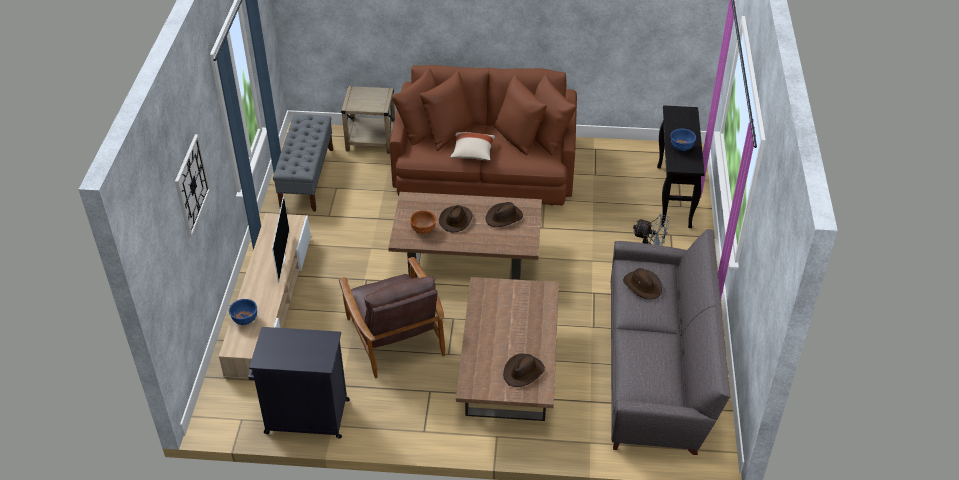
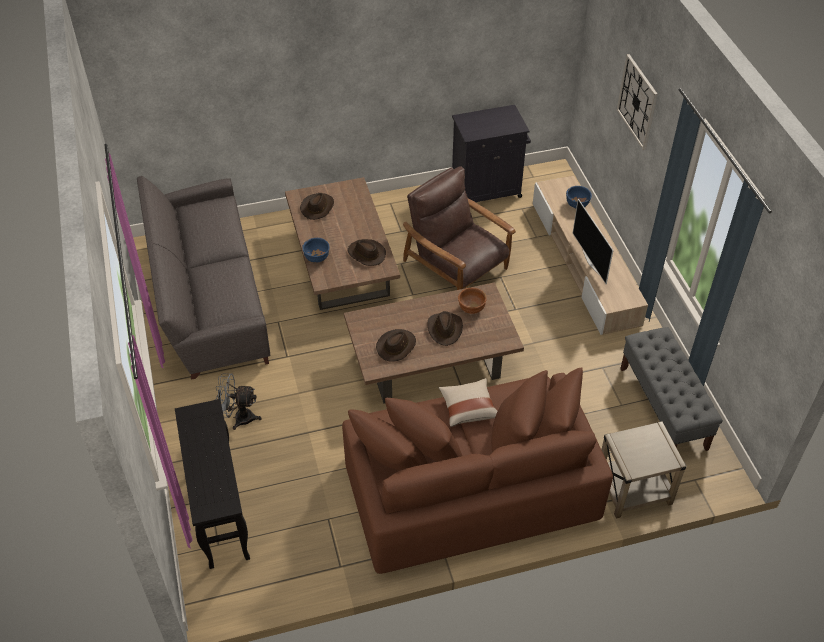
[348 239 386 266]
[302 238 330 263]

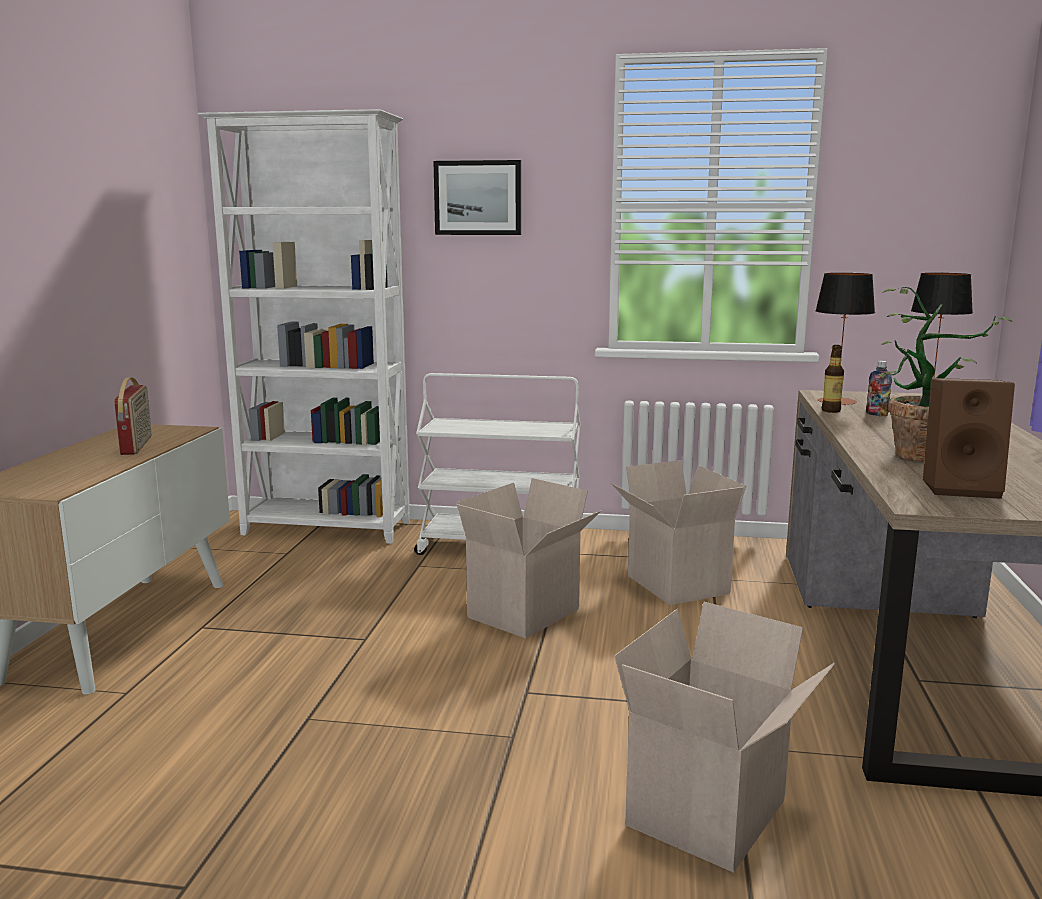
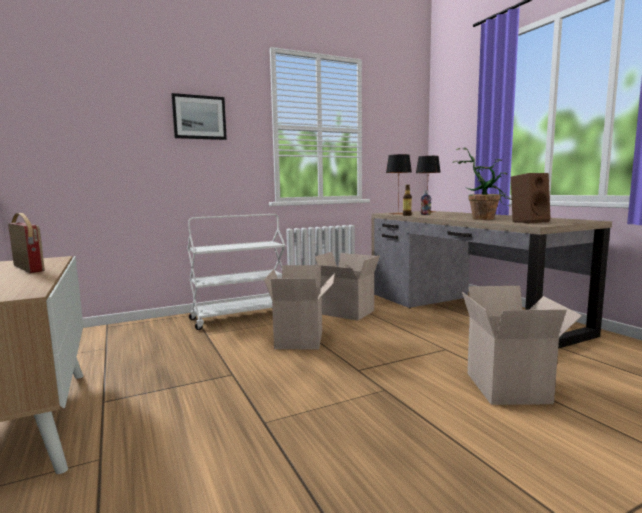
[198 109 410 544] (first image)

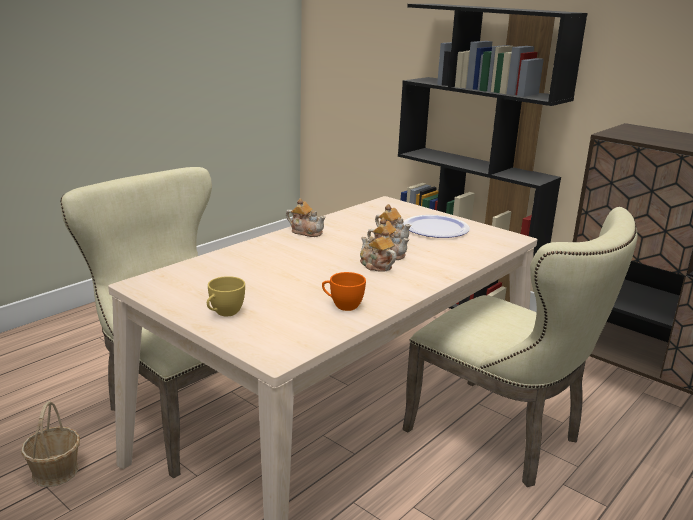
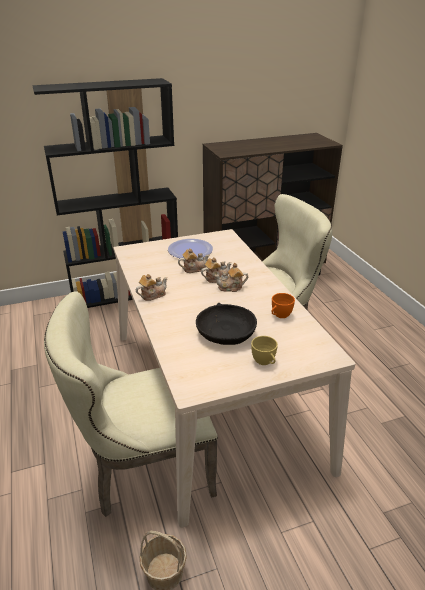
[196 303 257 345]

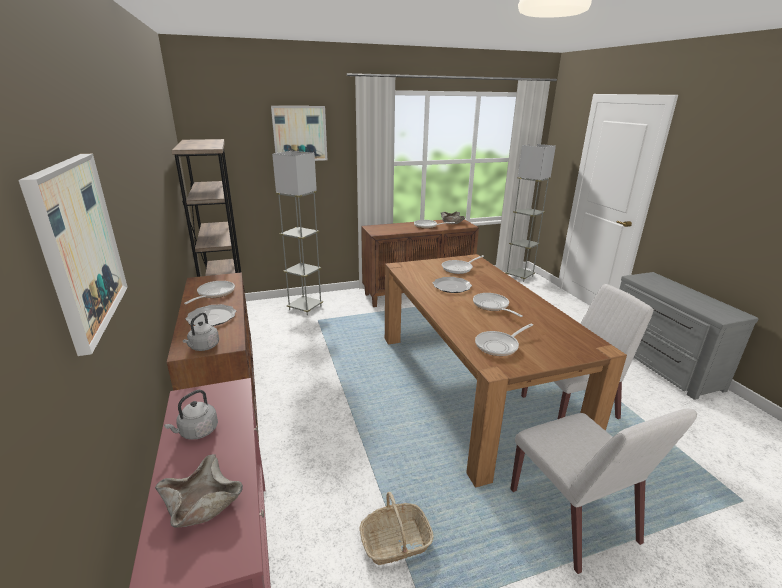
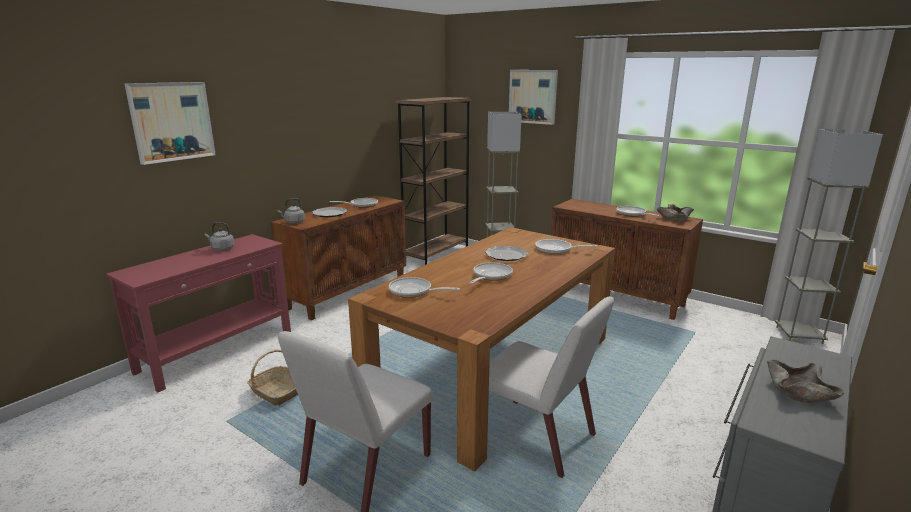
[767 359 844 403]

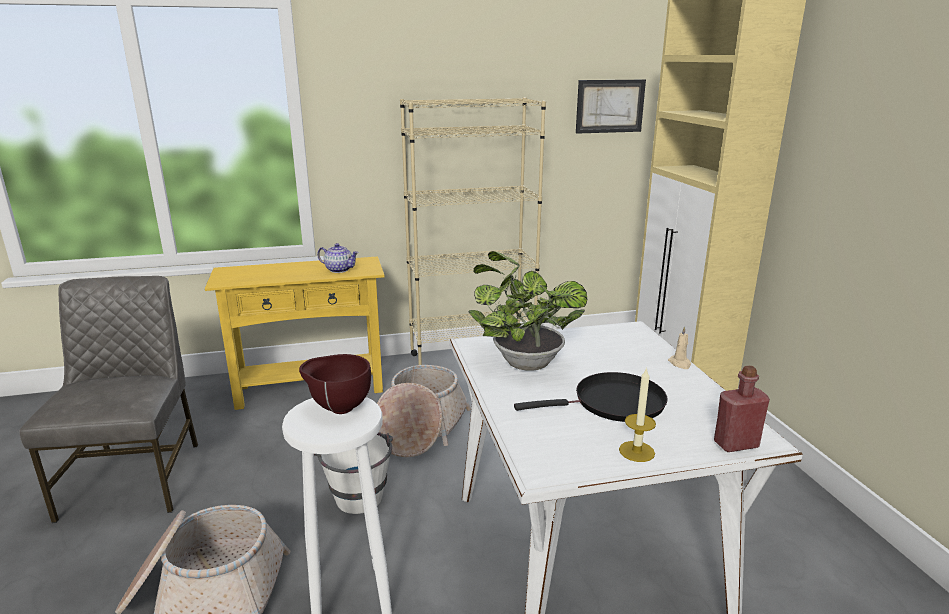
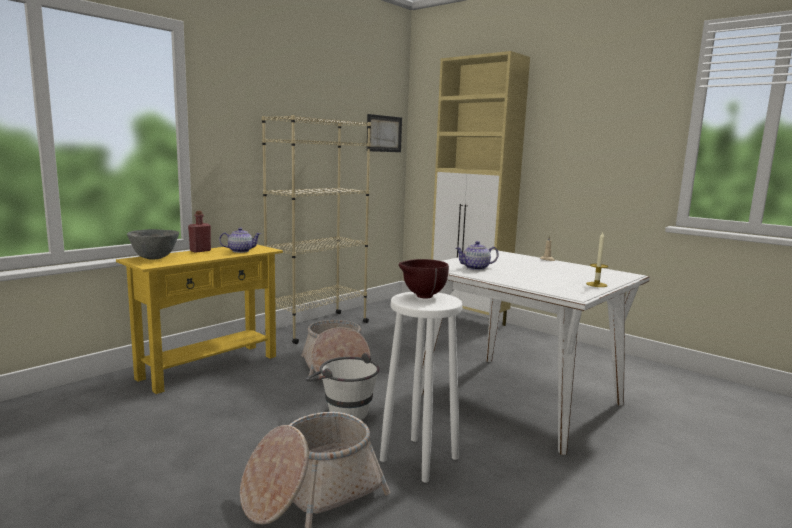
[19 276 198 523] (first image)
[514 372 668 422] (first image)
[127 229 179 260]
[188 211 211 253]
[455 241 499 270]

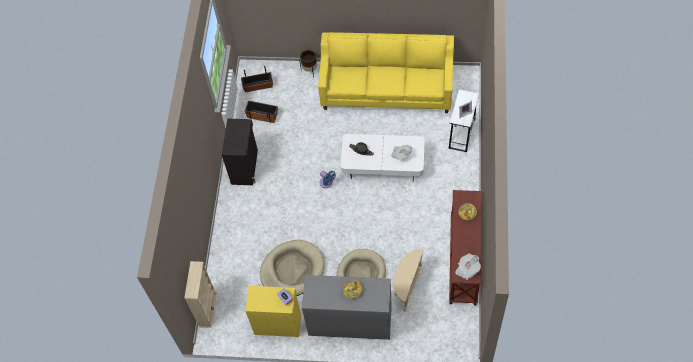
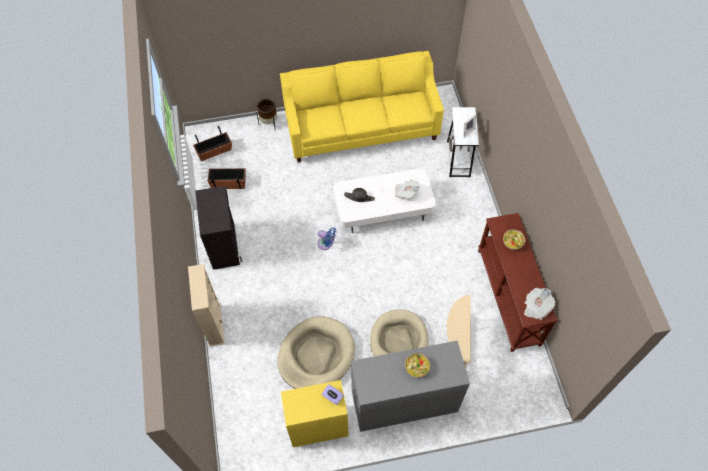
[188 264 225 347]

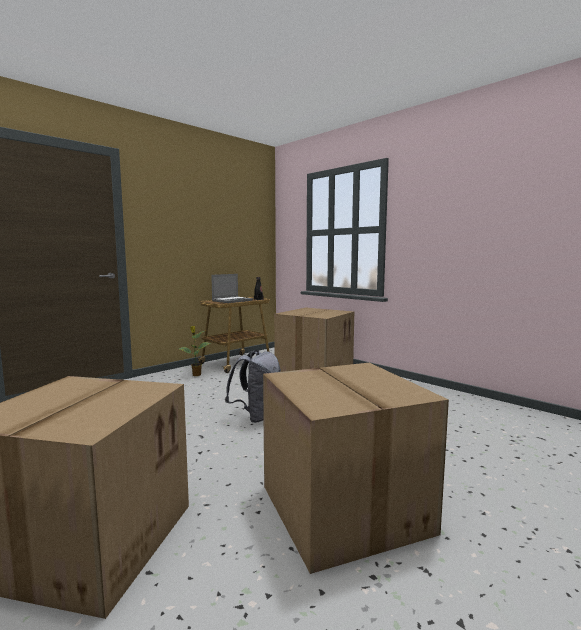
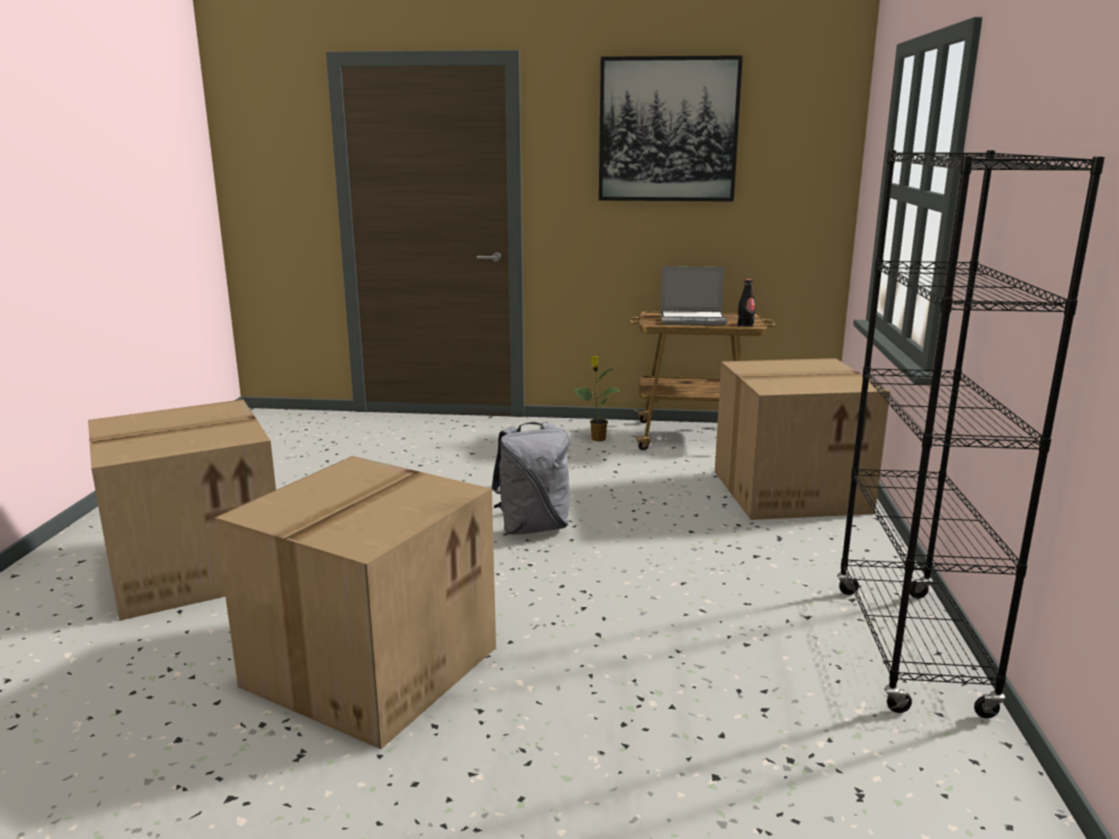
[599 55 743 202]
[837 150 1105 718]

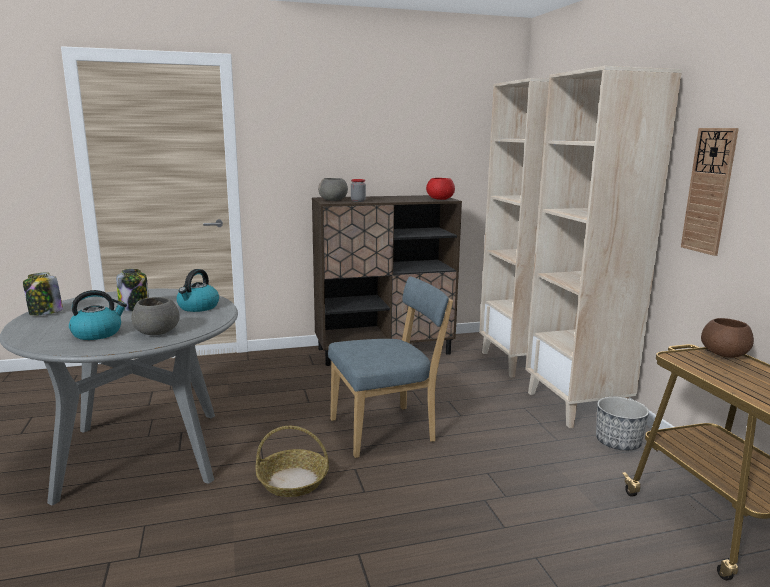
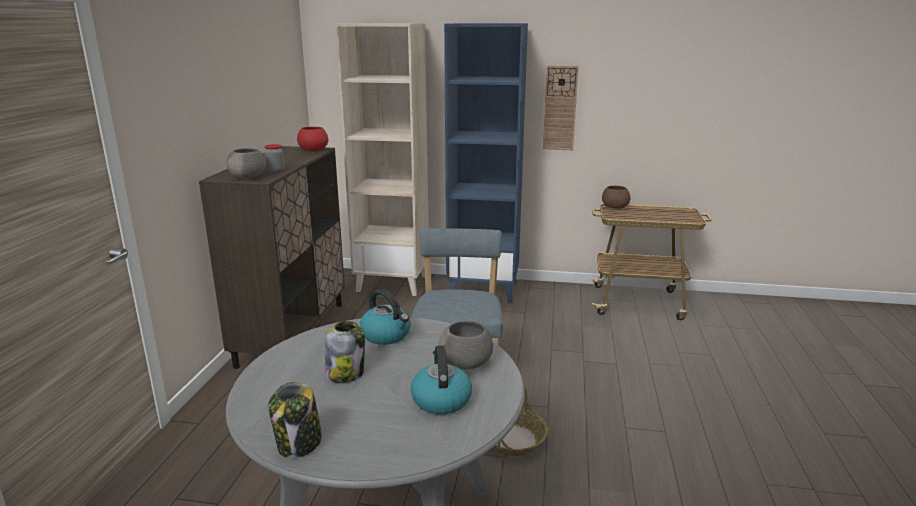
[596 397 649 451] (first image)
[444 23 528 303]

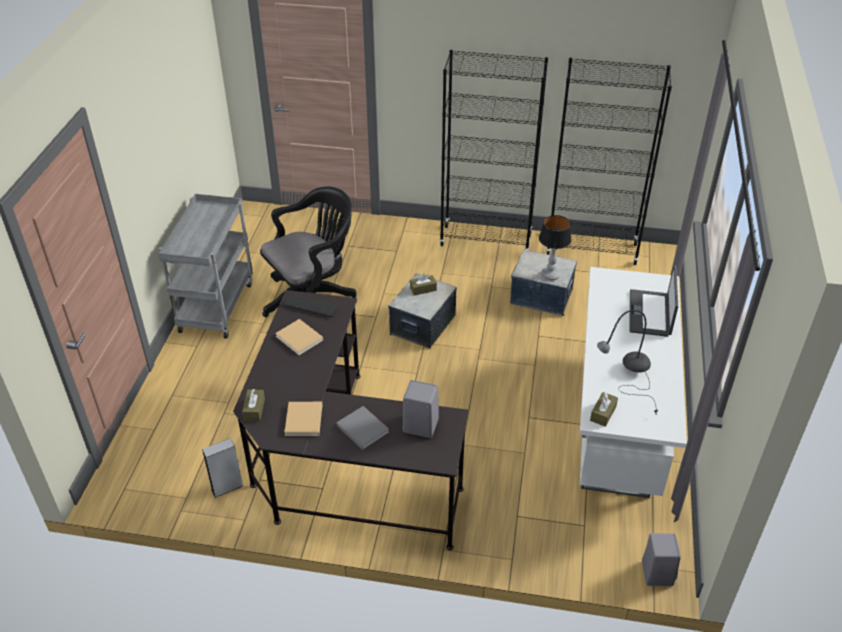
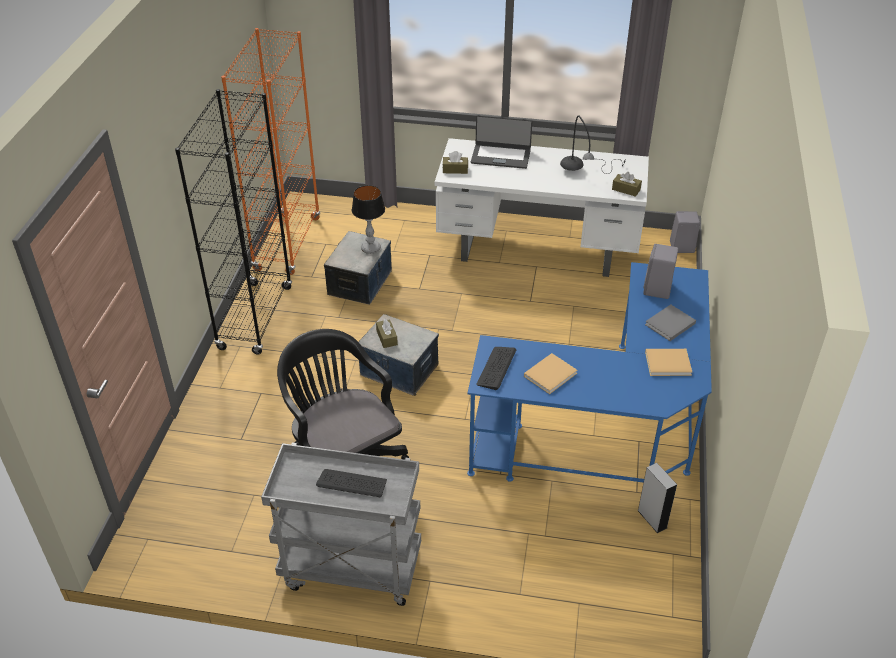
[316 469 387 497]
[443 151 468 174]
[467 262 712 483]
[221 28 320 275]

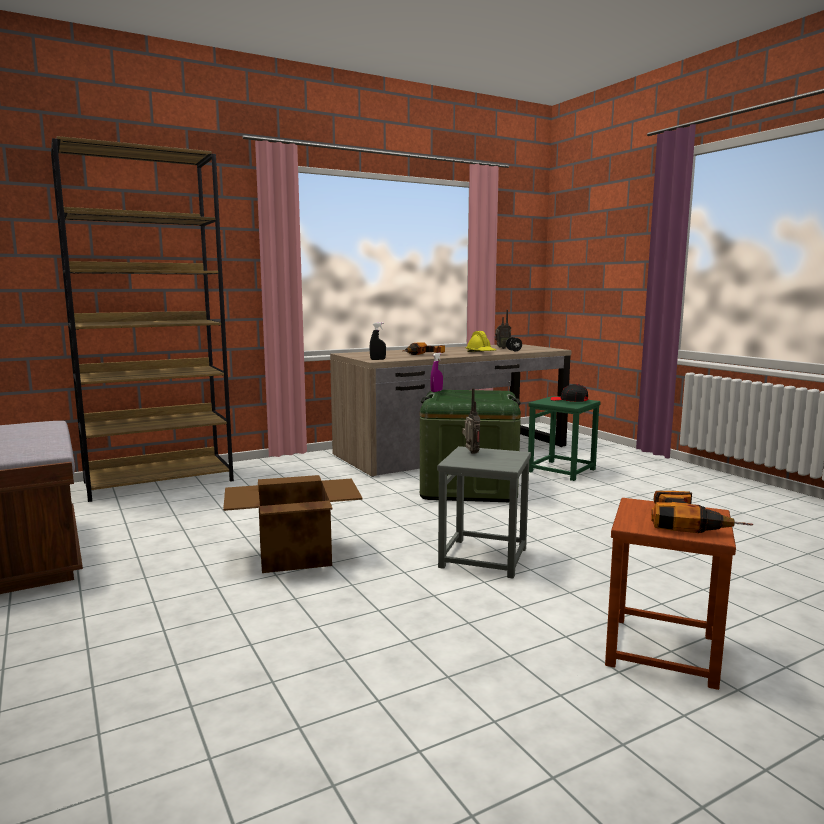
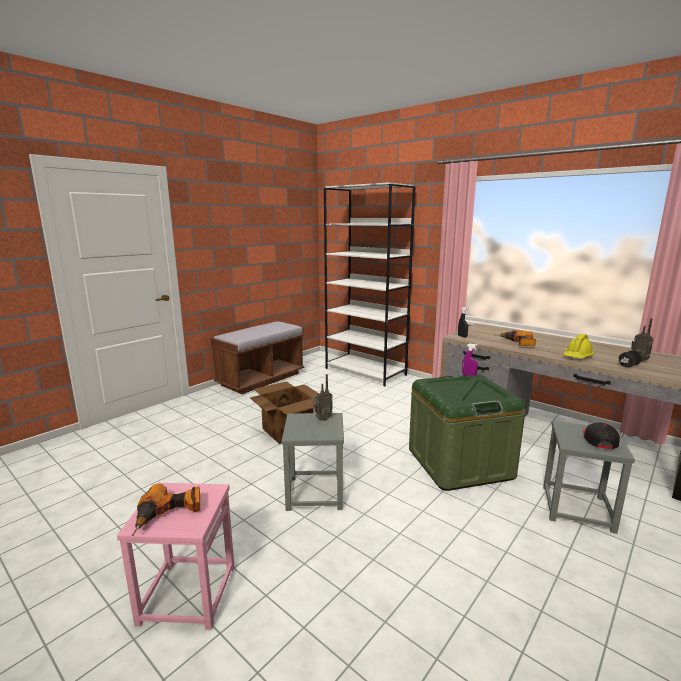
[324 182 416 386]
[543 421 635 534]
[117 483 234 630]

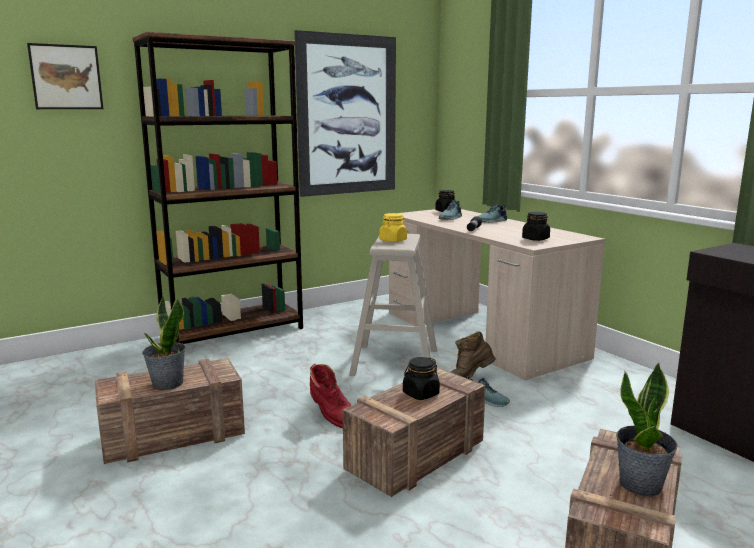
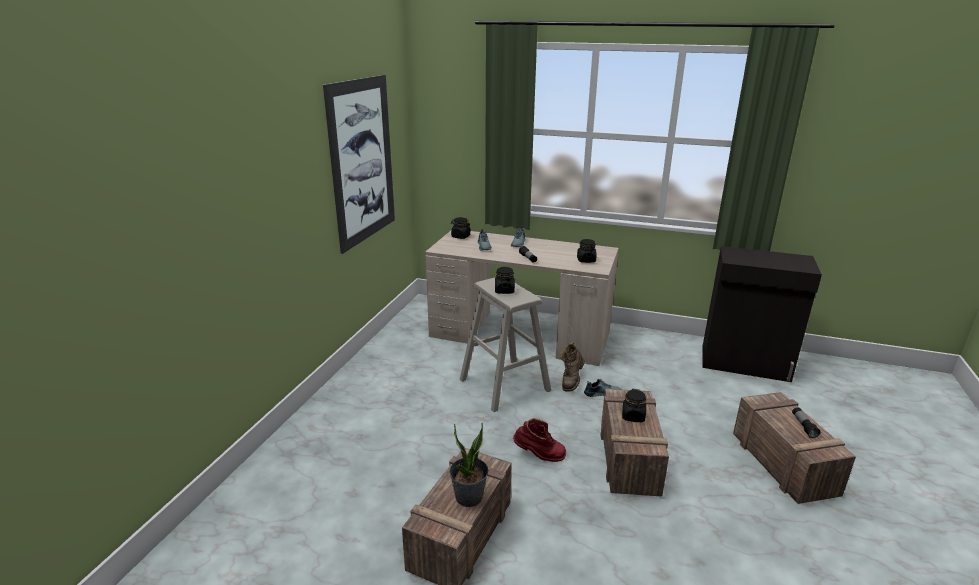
[27 43 103 109] (first image)
[133 32 303 344] (first image)
[792 407 820 438]
[495 267 515 294]

